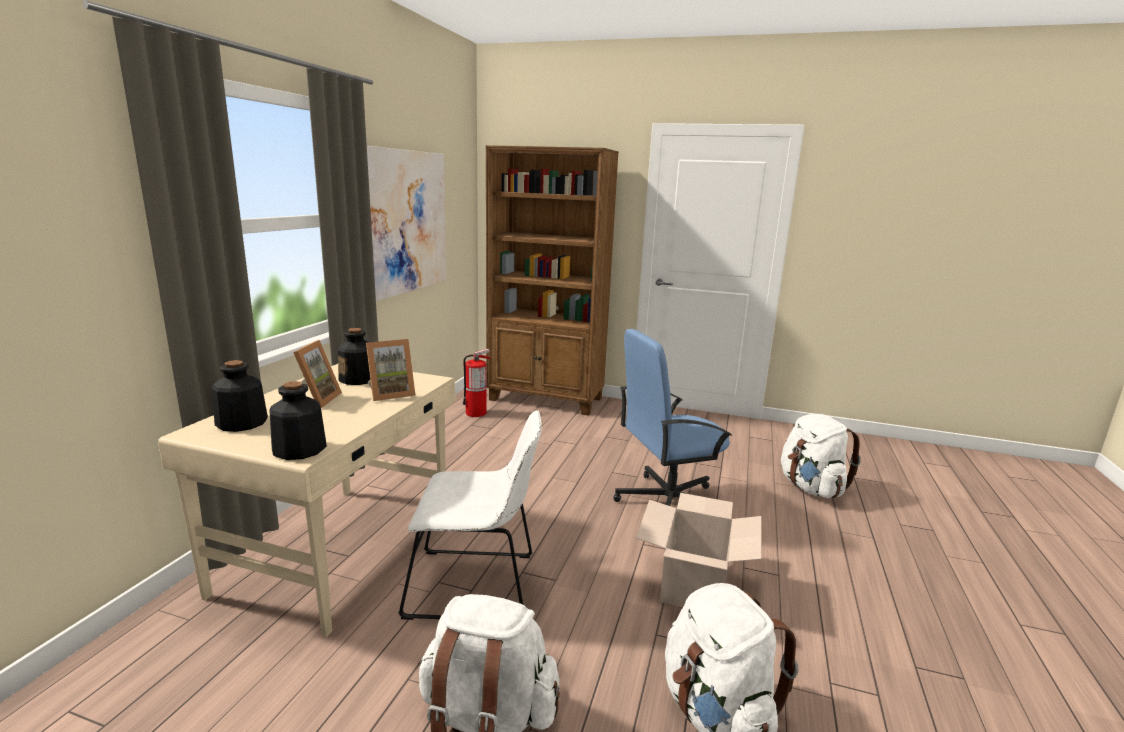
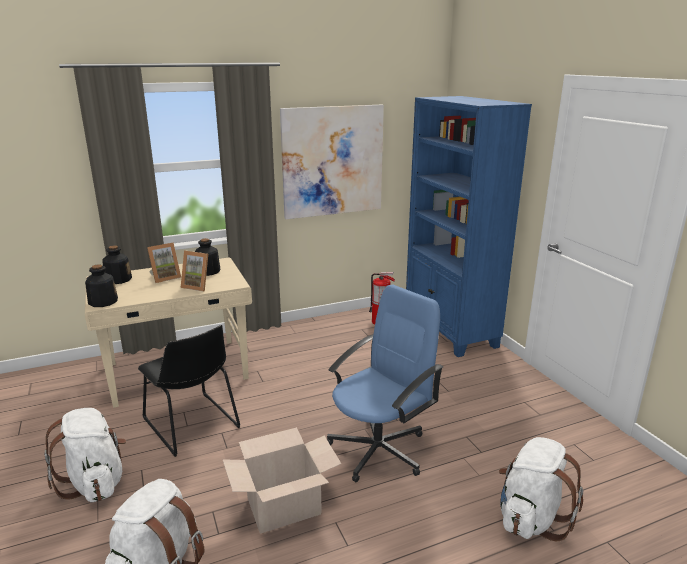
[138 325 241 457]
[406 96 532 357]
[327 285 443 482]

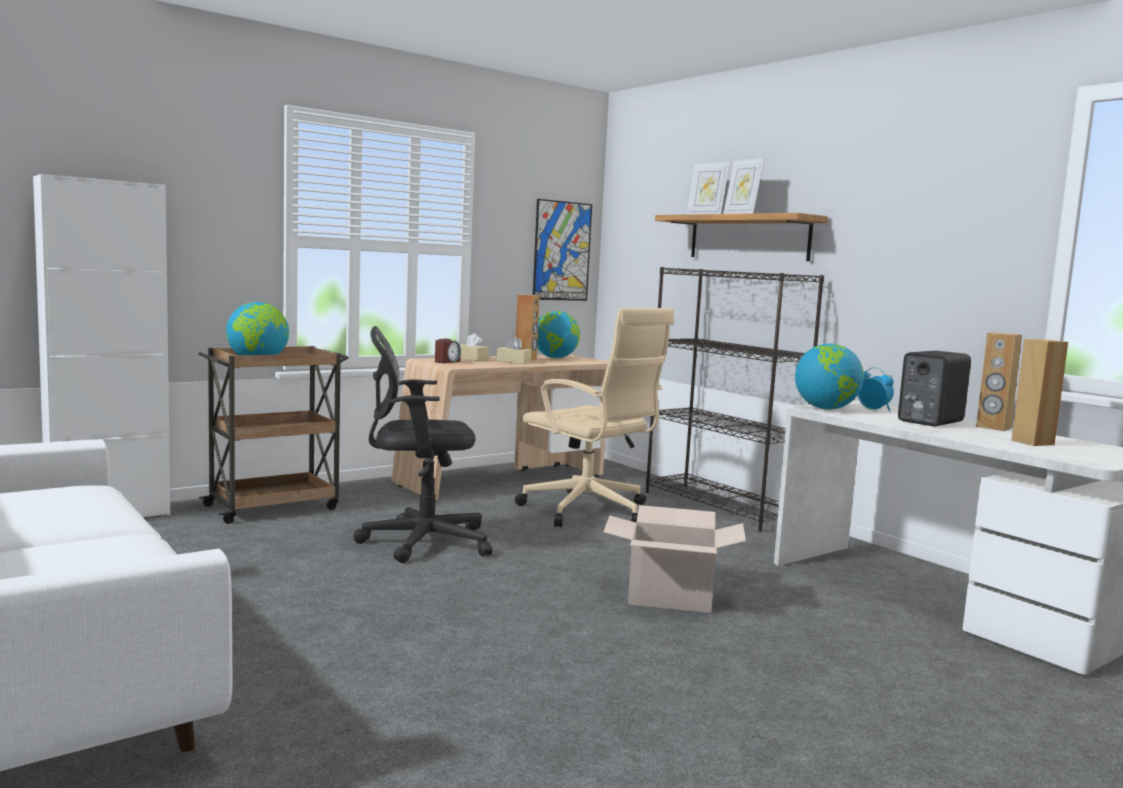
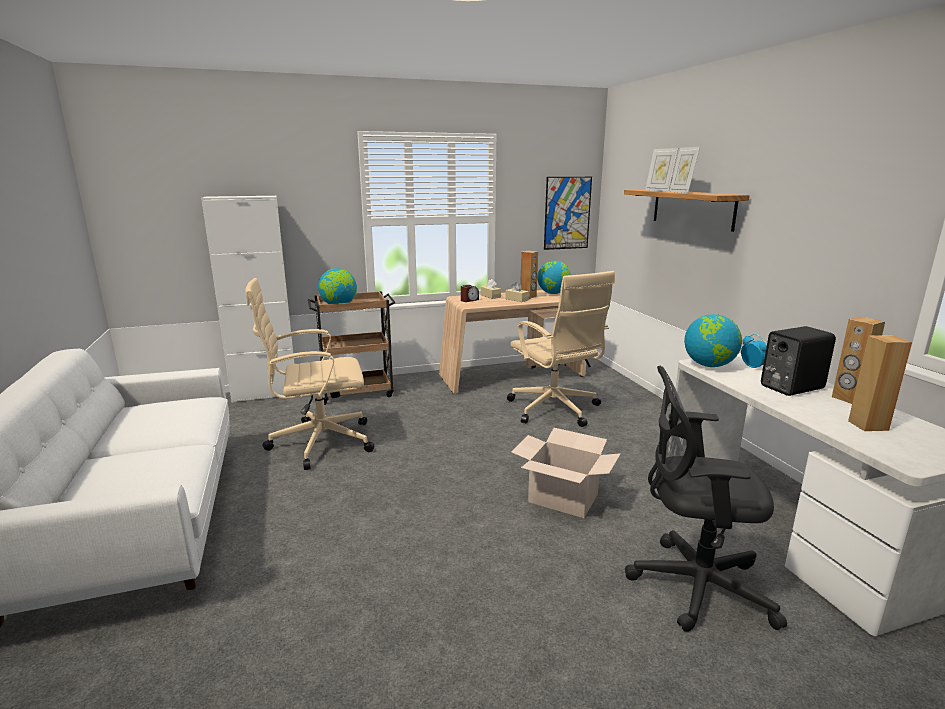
[646 267 824 532] (first image)
[245 278 374 470]
[625 366 787 632]

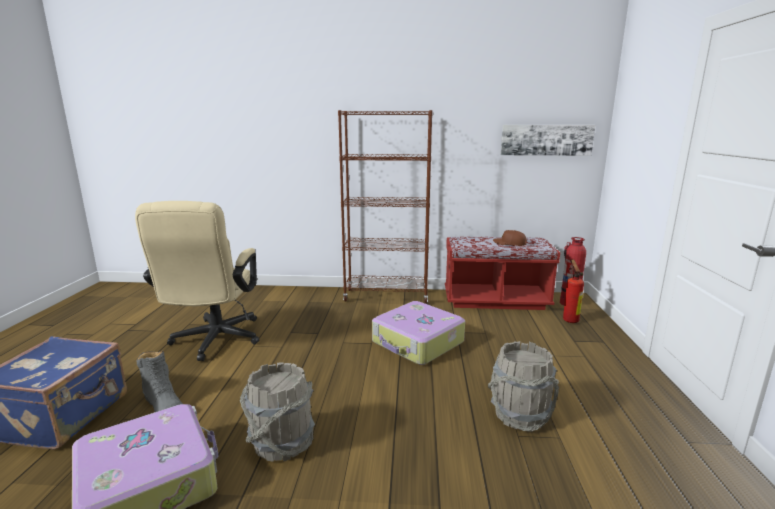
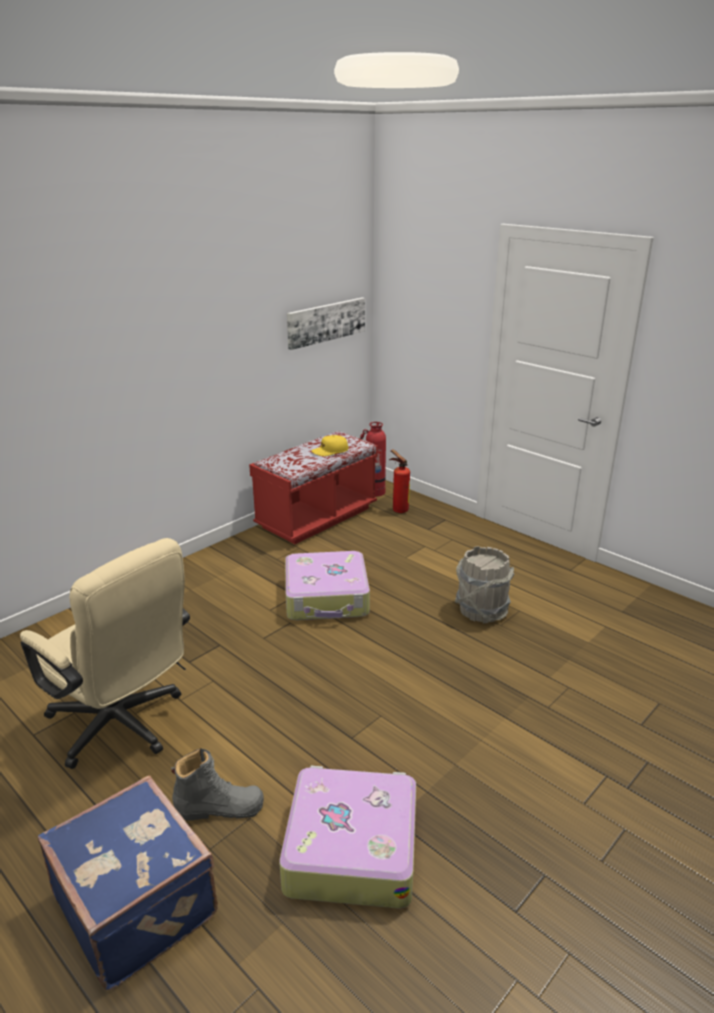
[240 362 315 462] (first image)
[338 110 433 304] (first image)
[311 435 349 456]

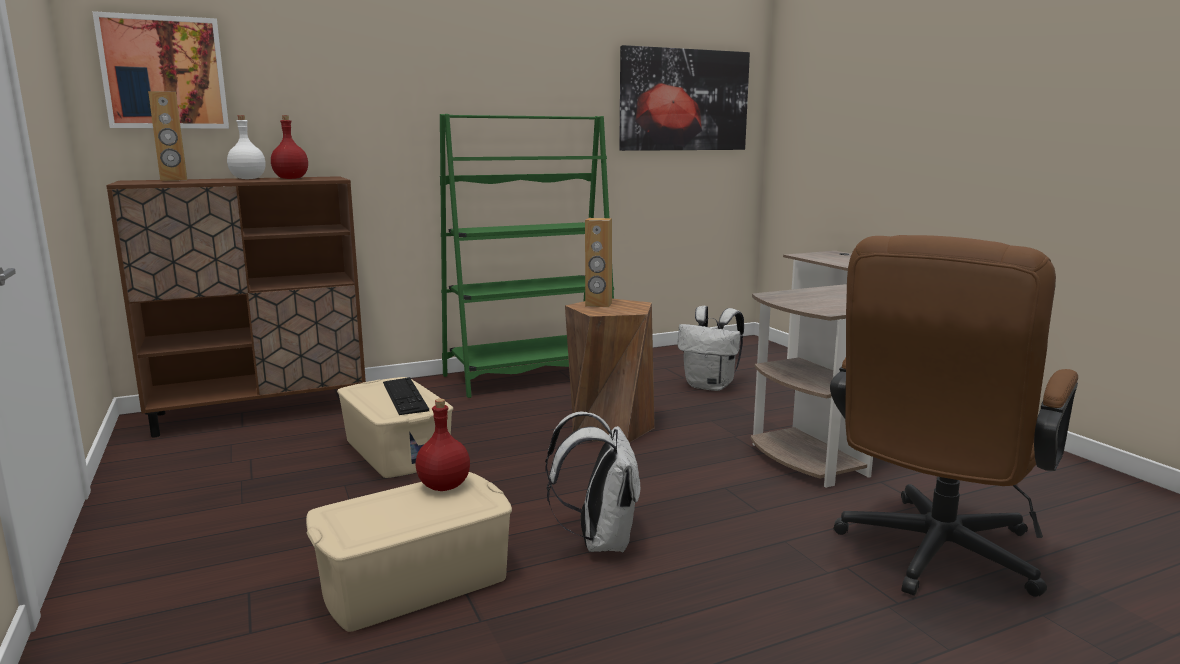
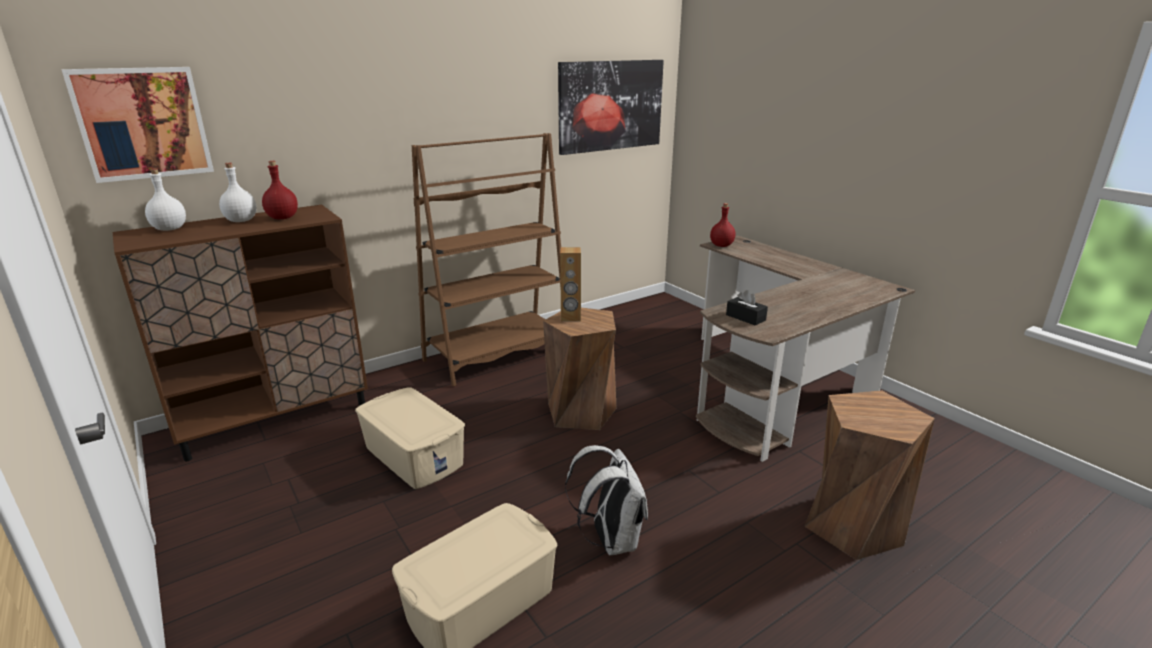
[383 377 429 415] (first image)
[677 306 744 391] (first image)
[726 290 768 325]
[710 203 736 247]
[145 168 186 231]
[804 390 935 560]
[412 133 561 387]

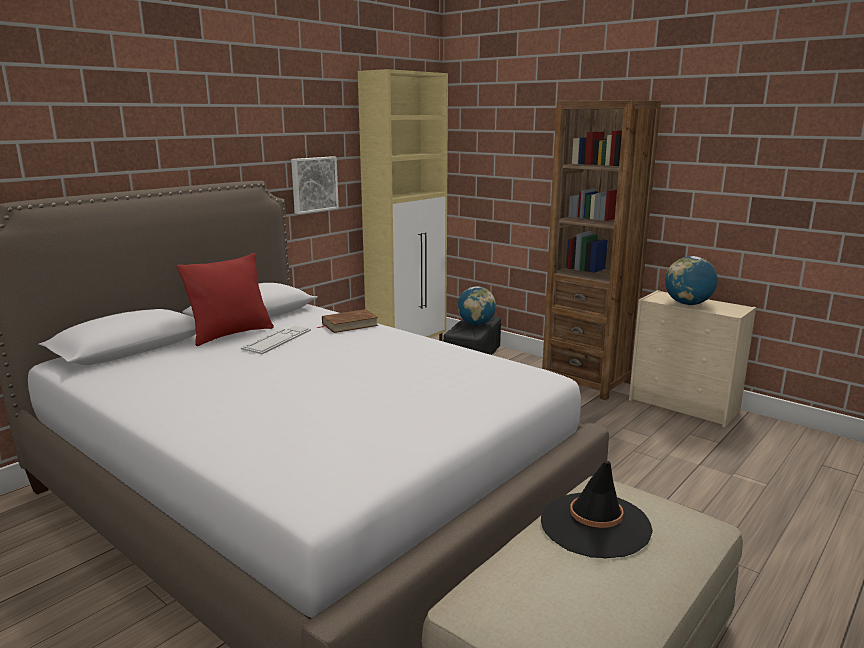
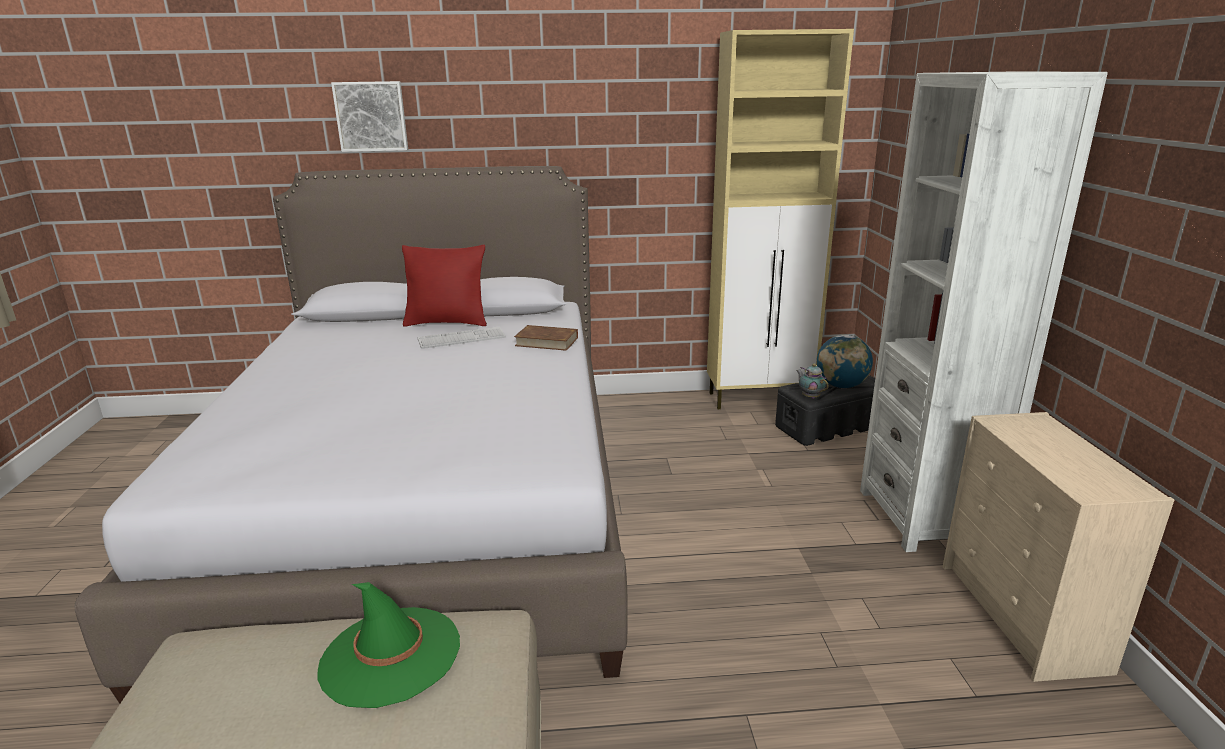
[665 256 717 305] (first image)
[796 364 829 399]
[331 81 408 152]
[317 582 460 708]
[860 71 1108 552]

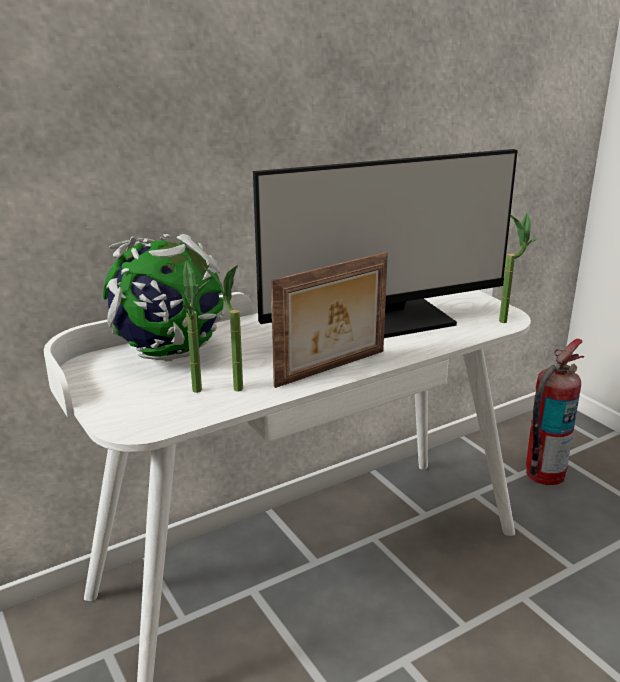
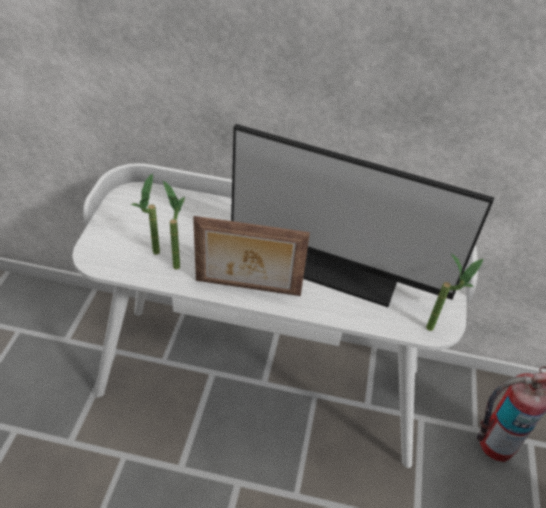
[103 234 225 361] (first image)

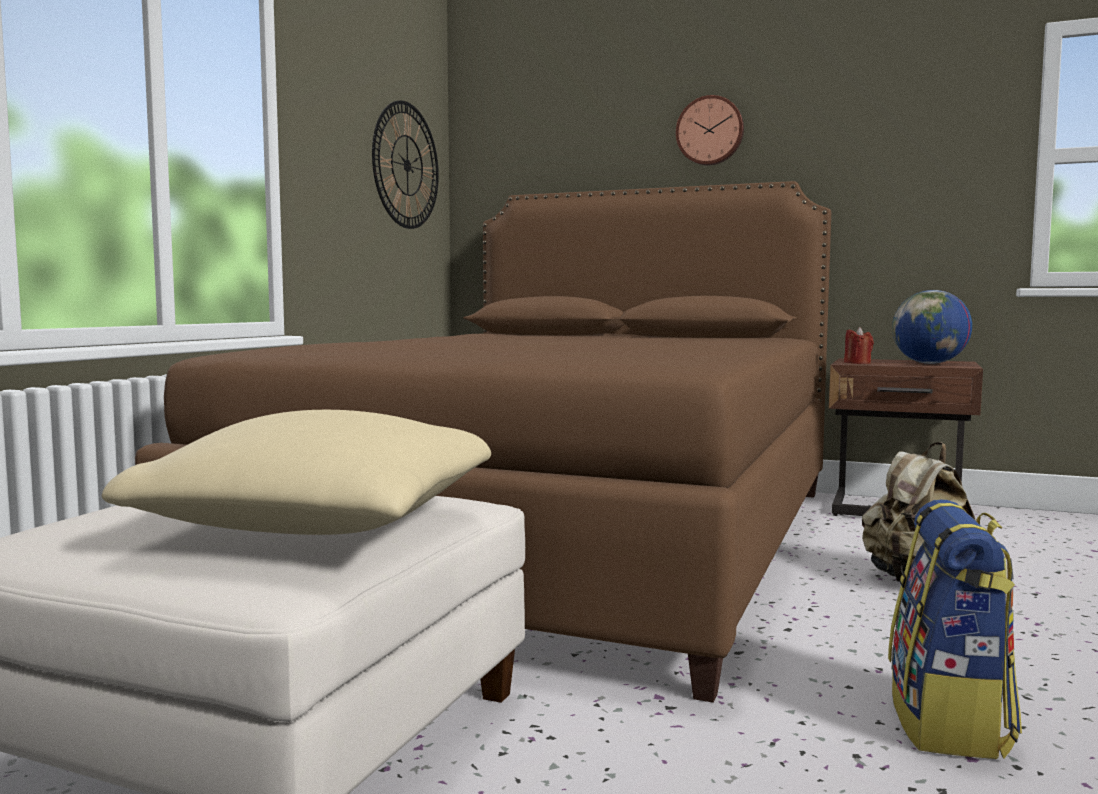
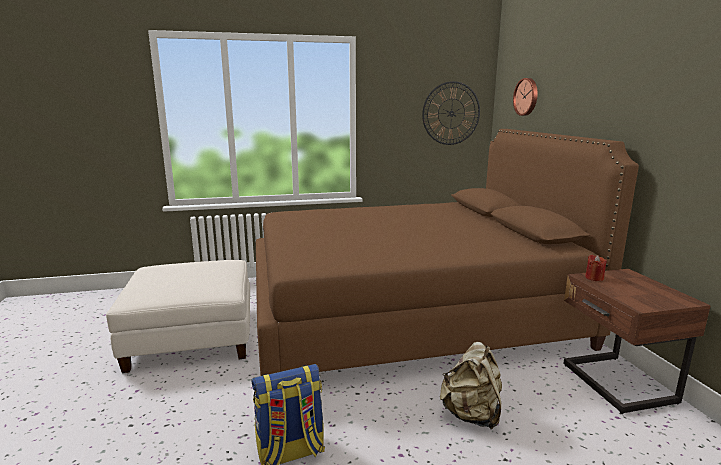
[102 410 491 535] (first image)
[892 290 972 364] (first image)
[513 78 538 116]

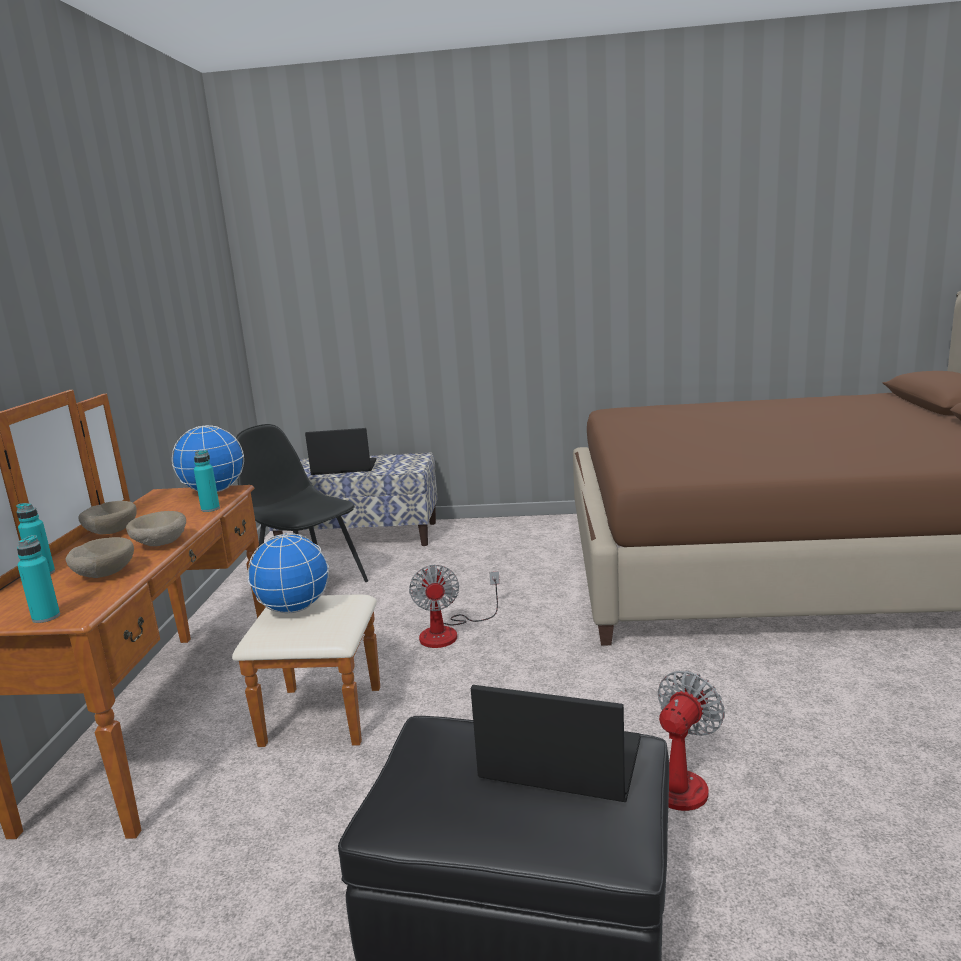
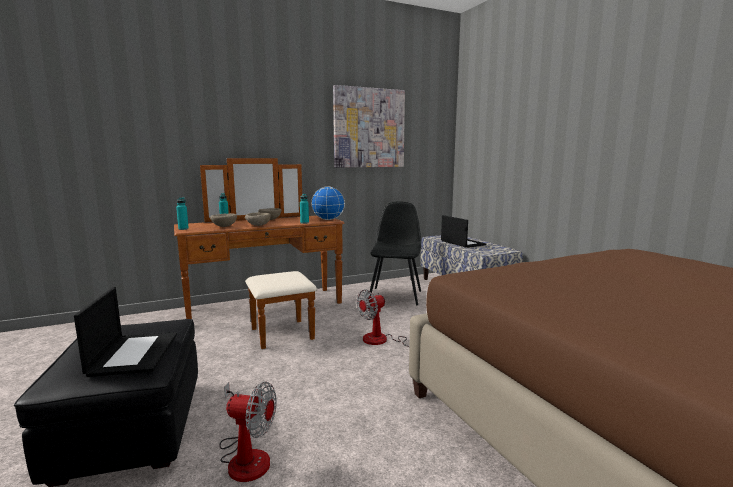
[248 533 329 613] (first image)
[333 85 405 168]

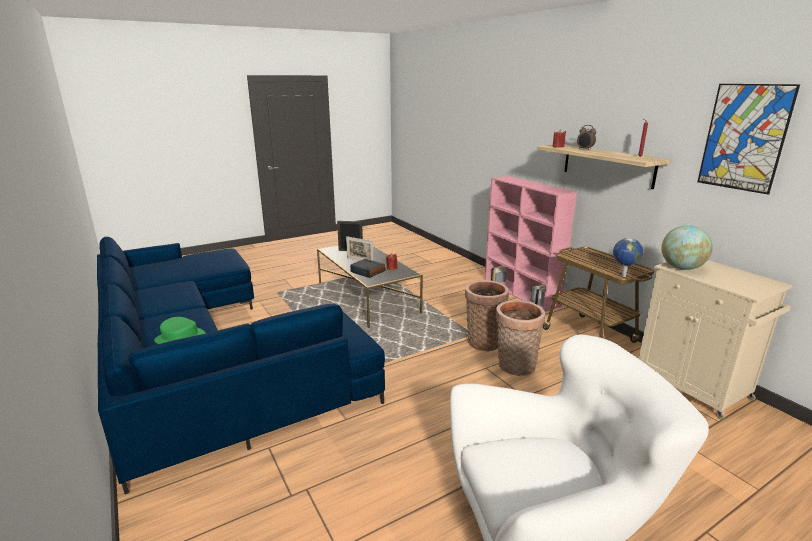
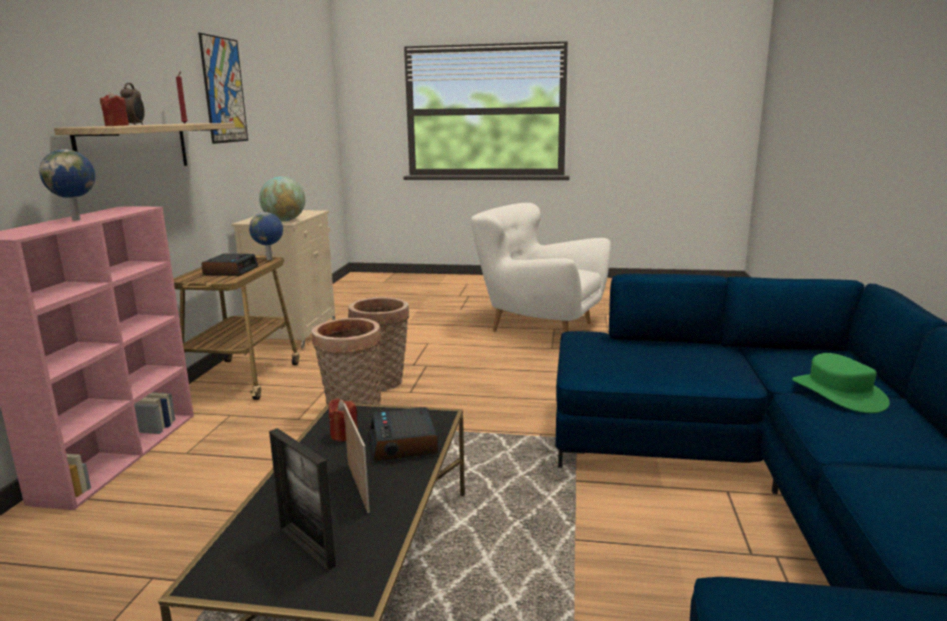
[39 149 95 221]
[201 254 258 276]

